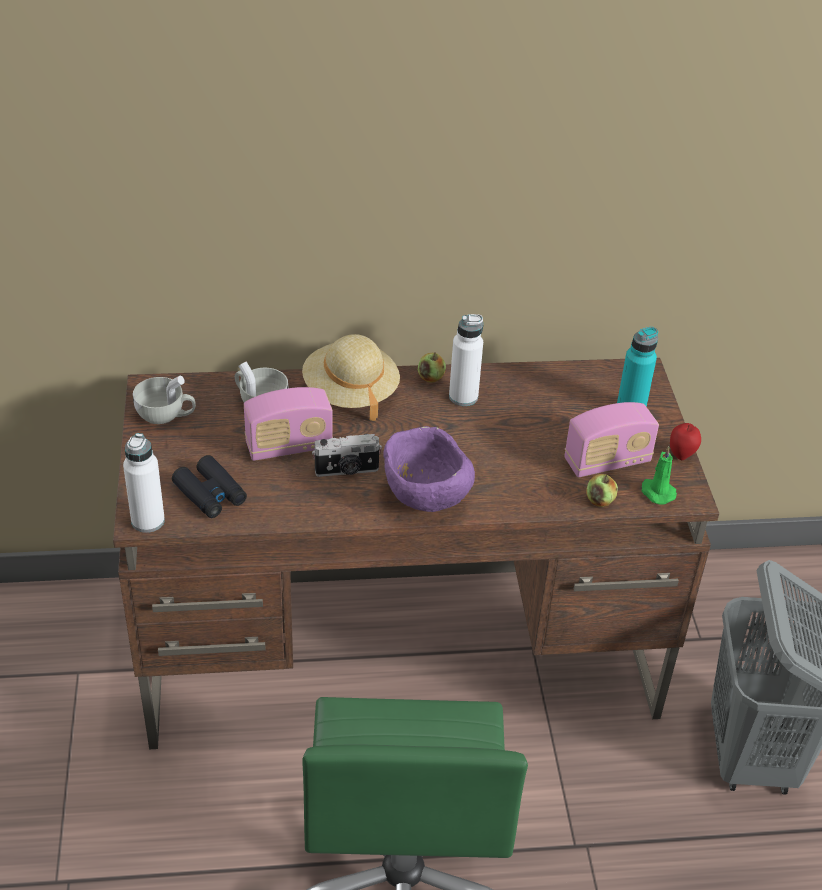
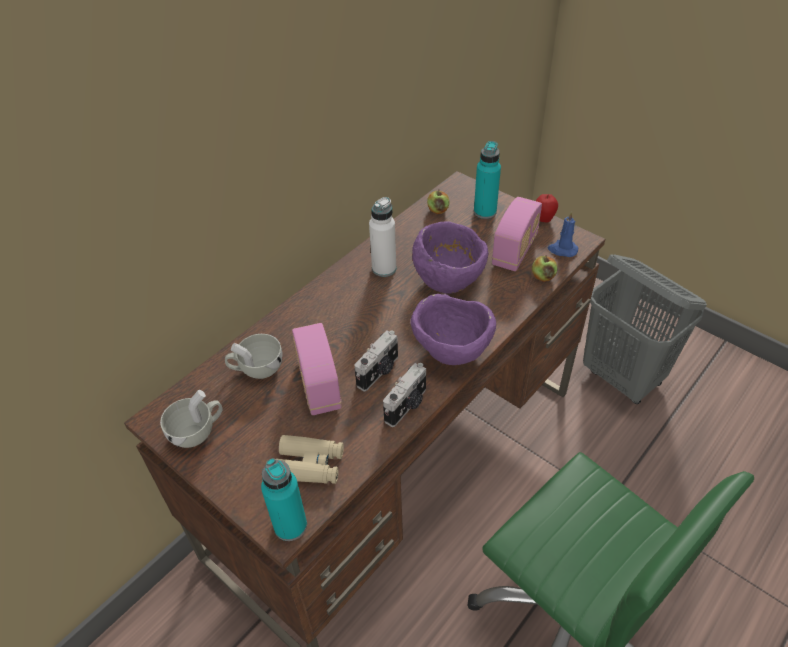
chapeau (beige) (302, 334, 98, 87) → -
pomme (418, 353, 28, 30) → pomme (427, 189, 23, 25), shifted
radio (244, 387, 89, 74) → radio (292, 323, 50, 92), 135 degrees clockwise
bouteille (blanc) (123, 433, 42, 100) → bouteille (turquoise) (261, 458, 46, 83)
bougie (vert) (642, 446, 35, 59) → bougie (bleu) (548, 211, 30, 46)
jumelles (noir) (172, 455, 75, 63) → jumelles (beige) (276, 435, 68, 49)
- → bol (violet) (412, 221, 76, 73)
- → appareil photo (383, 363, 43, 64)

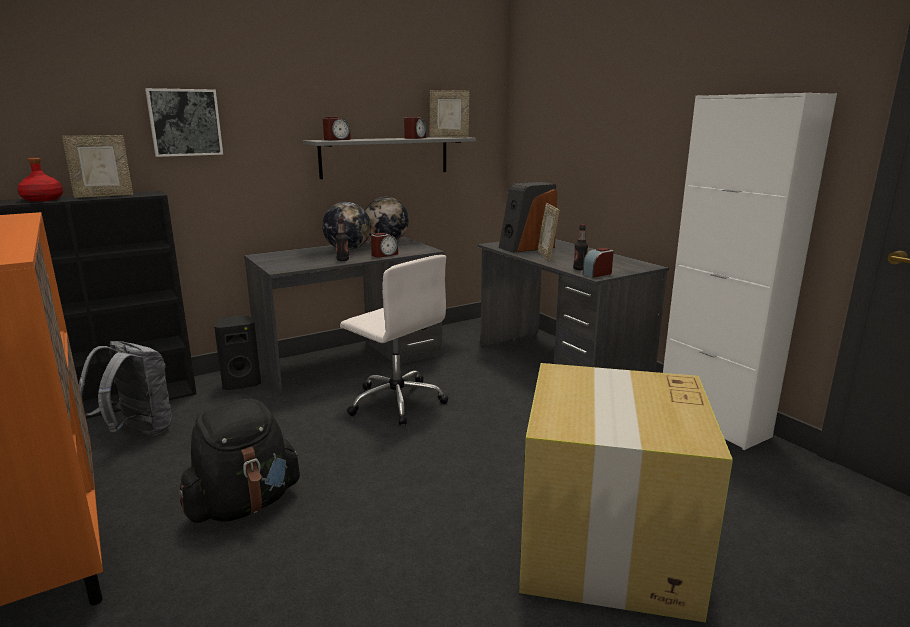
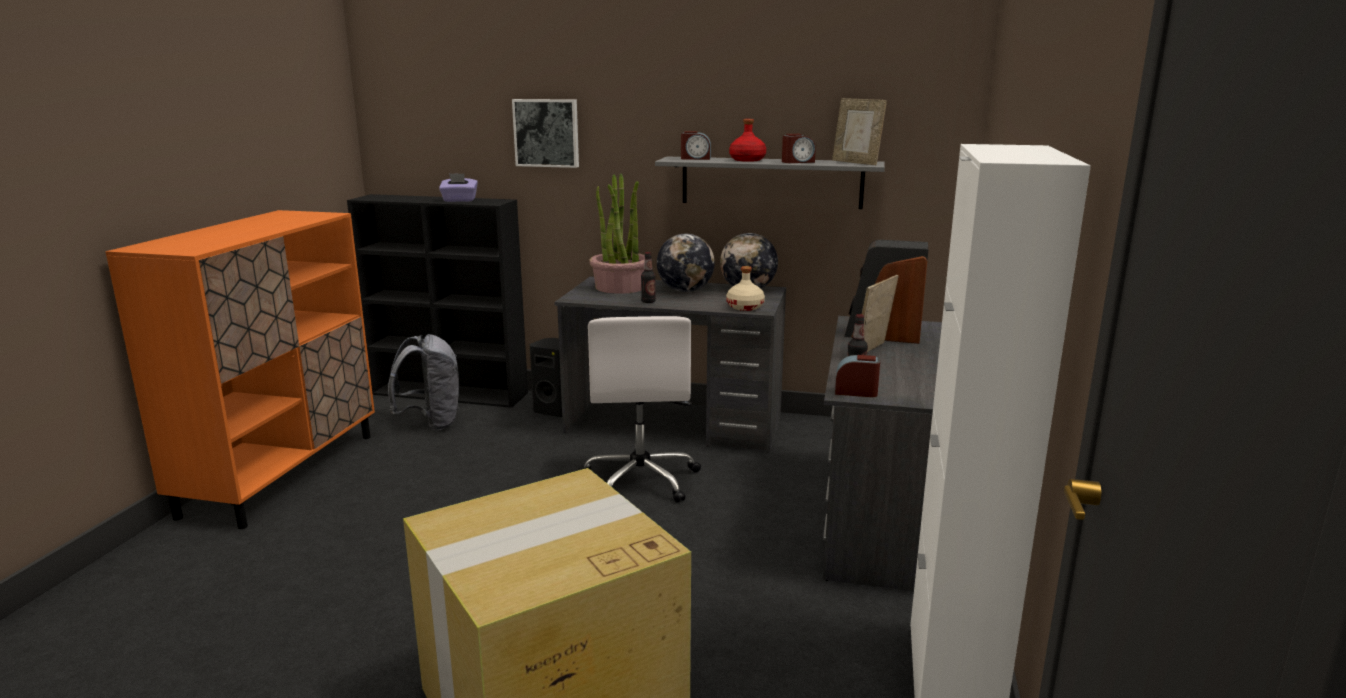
cadre photo (62, 135, 71, 63) → boîte à mouchoirs (violet) (439, 173, 39, 29)
bouteille (rouge) (17, 158, 46, 44) → bouteille (rouge) (729, 119, 37, 43), shifted
réveil (371, 233, 27, 25) → -
sac à dos (noir) (179, 399, 121, 124) → -
- → plante en pot (589, 174, 56, 120)
- → bouteille (beige) (726, 266, 39, 45)

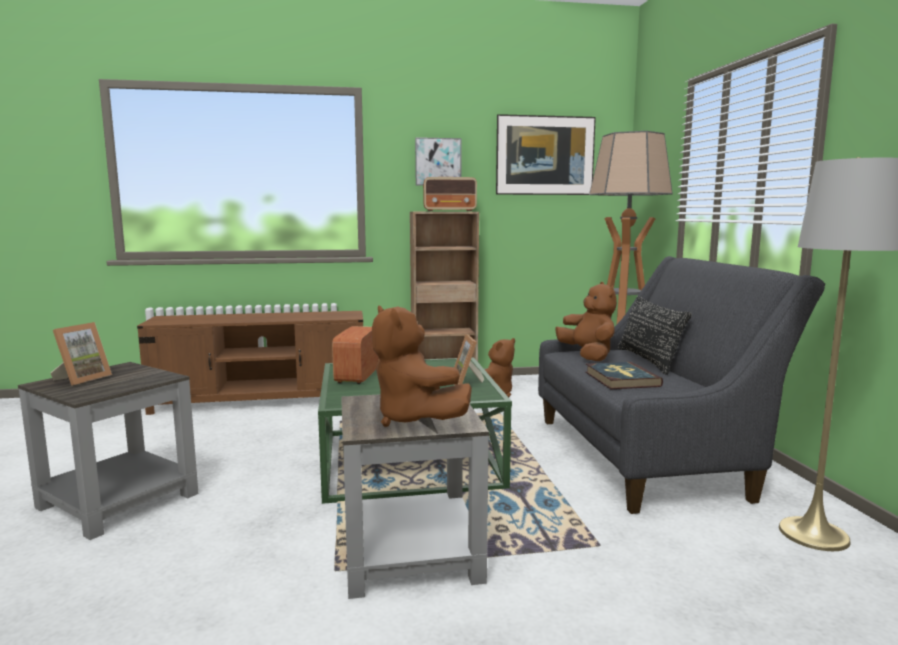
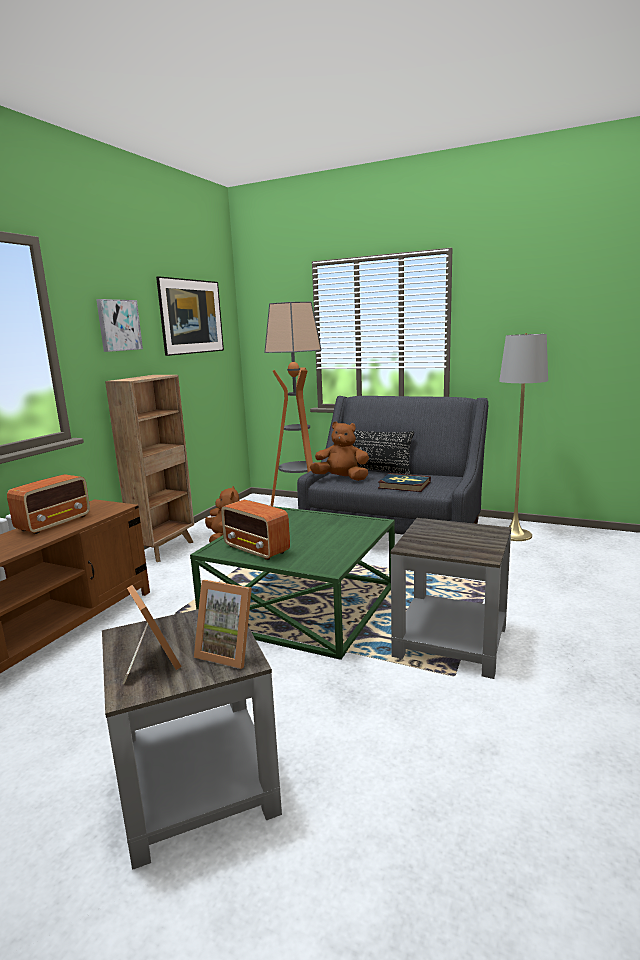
radio (423, 177, 54, 34) → radio (7, 474, 83, 60), shifted
peluche (marron) (371, 305, 101, 122) → -
cadre photo (454, 334, 30, 52) → cadre photo (194, 580, 58, 89), shifted

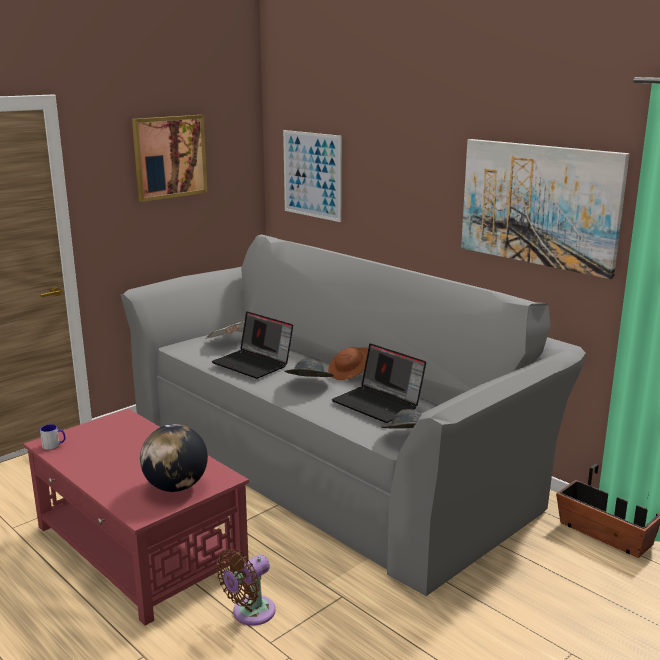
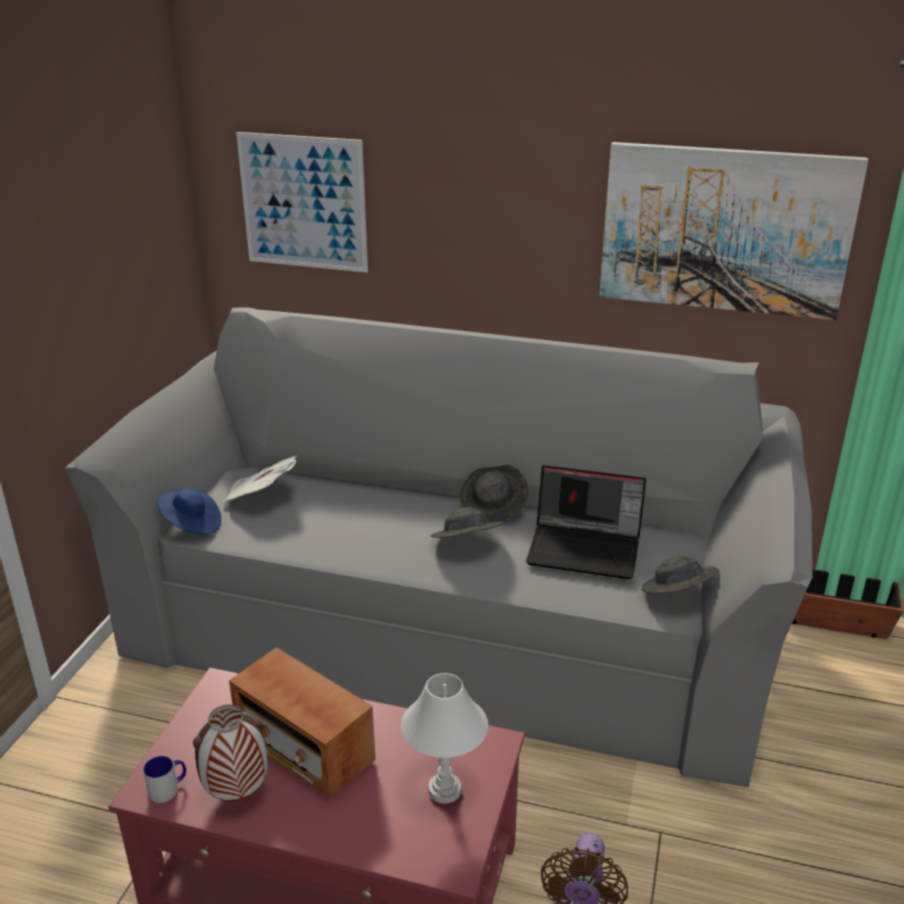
tableau (132, 115, 75, 87) → -
ordinateur portable (211, 311, 82, 68) → -
chapeau (marron) (328, 347, 40, 33) → chapeau (gris) (460, 465, 68, 57)
globe (140, 424, 68, 68) → lampe de table (blanc) (401, 673, 87, 131)
- → chapeau (bleu) (156, 488, 65, 47)
- → radio (229, 647, 147, 152)
- → vase (193, 704, 75, 97)

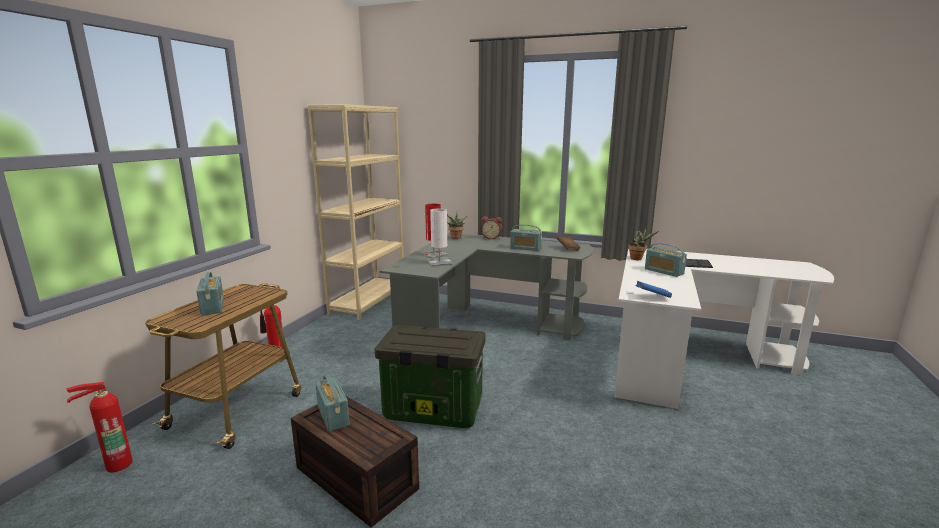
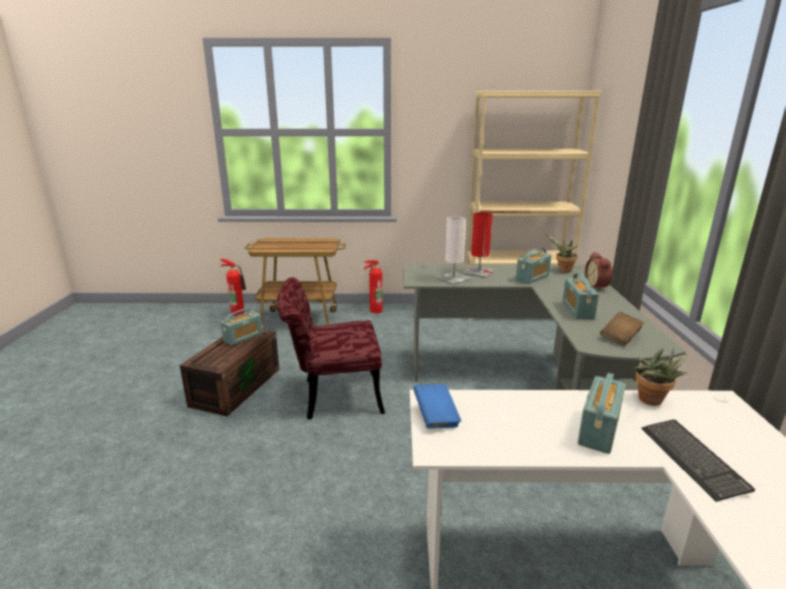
radio (196, 272, 28, 43) → radio (516, 247, 36, 37), shifted
boîte de rangement (374, 325, 112, 103) → chaise (rouge) (277, 277, 108, 142)

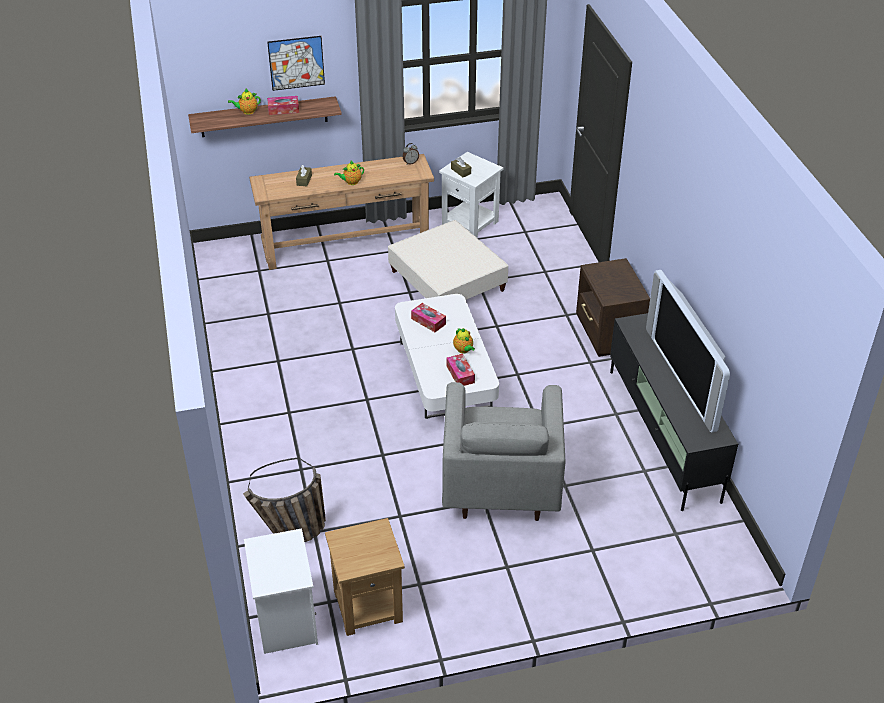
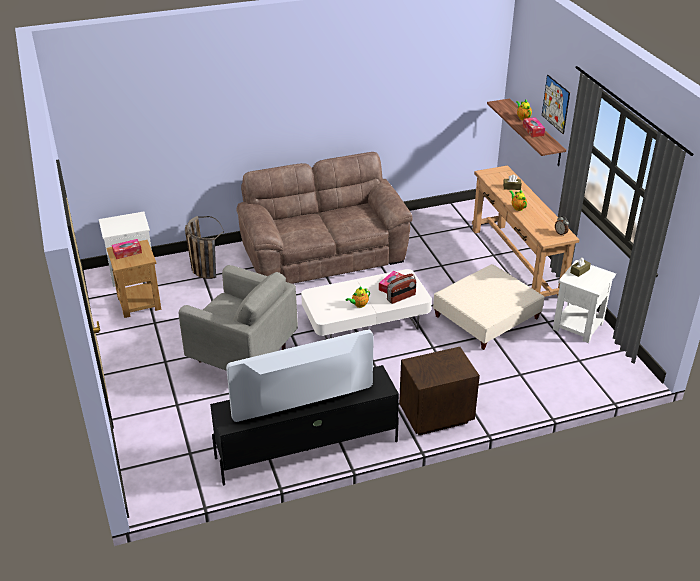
boîte à mouchoirs (446, 354, 29, 32) → boîte à mouchoirs (112, 239, 30, 20), shifted
fauteuil (gris) (442, 382, 123, 139) → fauteuil (gris) (179, 265, 119, 106), 150 degrees counterclockwise
- → canapé (marron) (236, 152, 177, 132)
- → radio (387, 273, 29, 31)

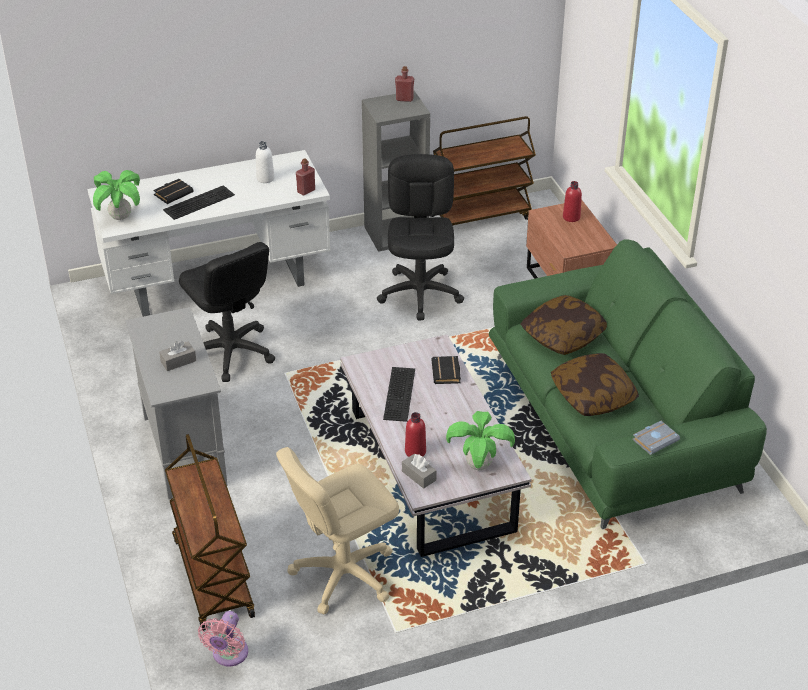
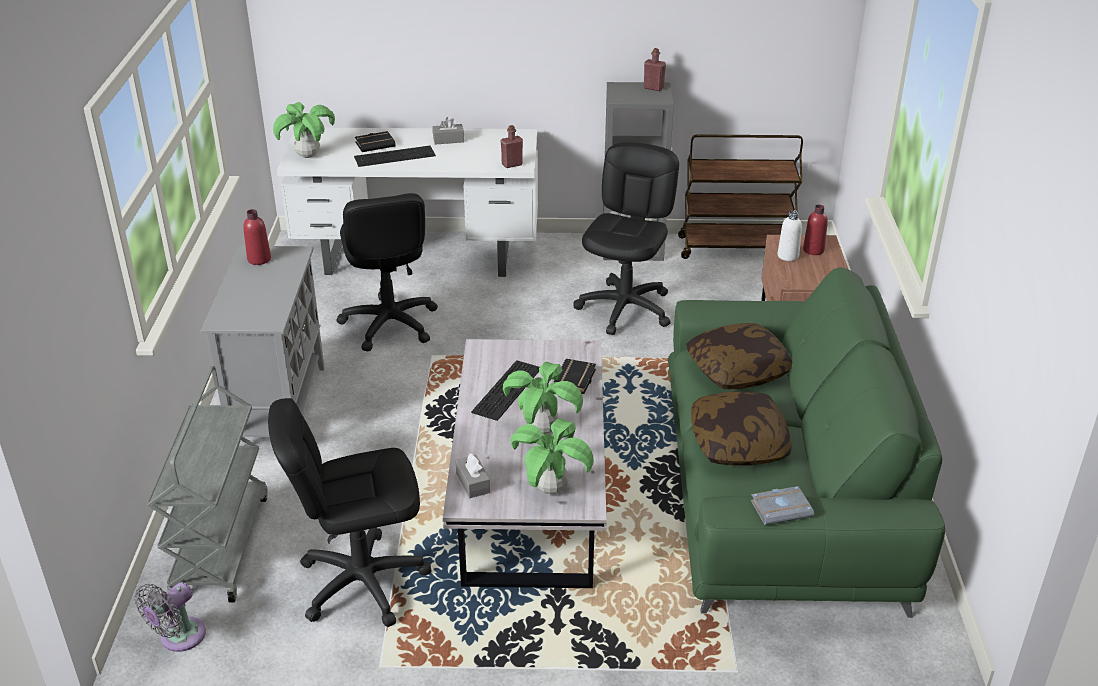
bouteille (blanc) (256, 141, 18, 42) → bouteille (blanc) (778, 210, 24, 51), shifted
boîte à mouchoirs (gris) (159, 341, 37, 30) → boîte à mouchoirs (gris) (433, 117, 31, 28), shifted
bouteille (rouge) (405, 412, 21, 45) → bouteille (rouge) (243, 209, 28, 56), shifted
chariot (marron) (165, 434, 90, 197) → chariot (gris) (147, 366, 121, 237)
chaise de bureau (beige) (276, 447, 123, 168) → chaise de bureau (noir) (268, 398, 164, 229)
ventilateur (rose) (198, 611, 50, 56) → ventilateur (gris) (135, 582, 71, 70)
- → plante en pot (503, 362, 80, 72)

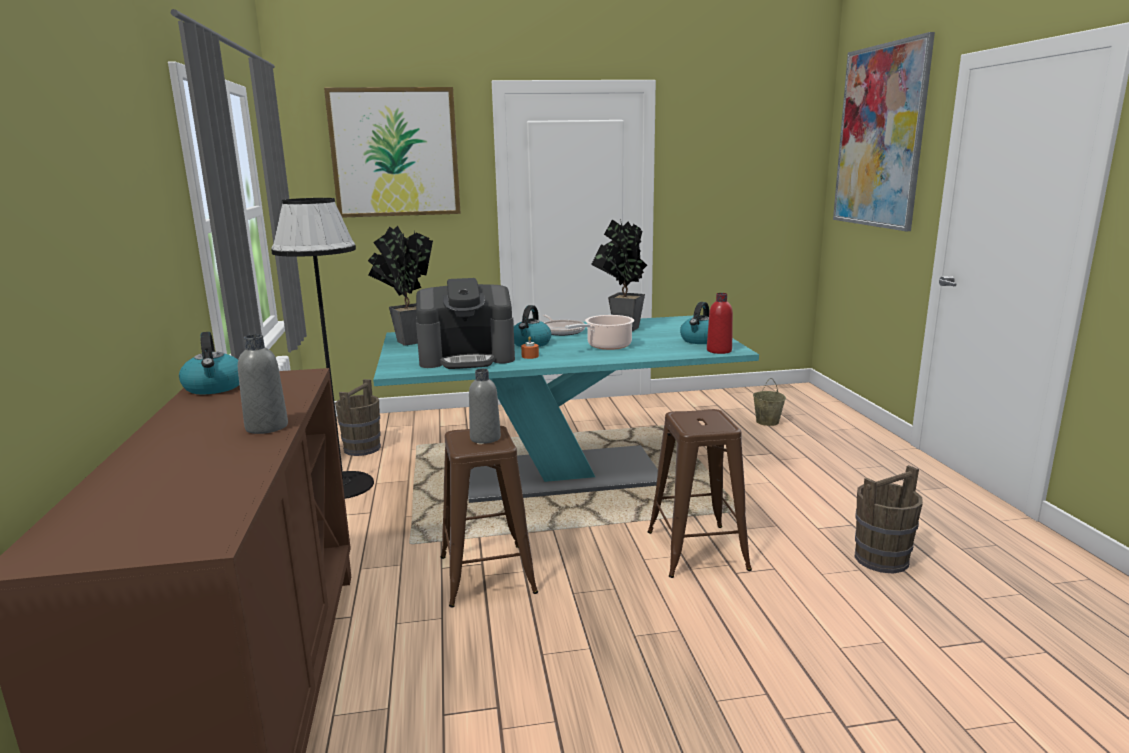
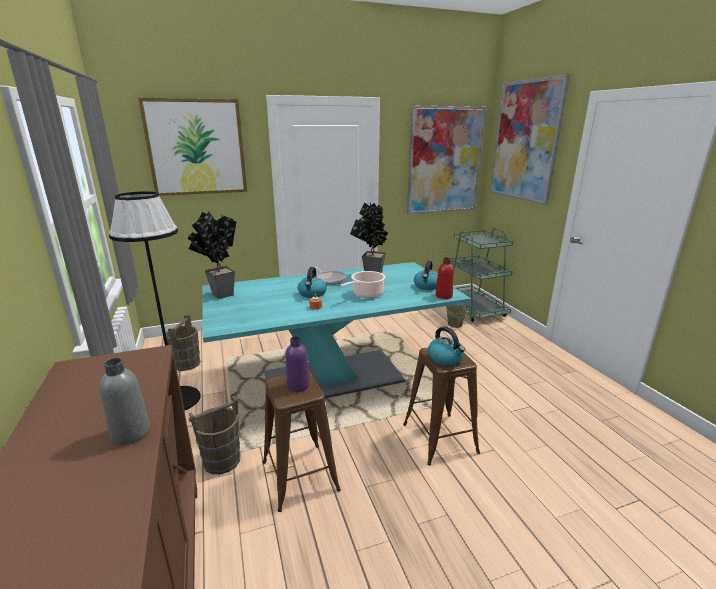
machine à café (416, 278, 99, 91) → -
bouilloire (179, 332, 60, 62) → bouilloire (428, 326, 37, 40), shifted
bouteille (gris) (469, 369, 32, 75) → bouteille (violet) (286, 336, 24, 56)
seau (marron) (855, 465, 68, 108) → seau (marron) (189, 396, 51, 78), shifted
- → tableau (407, 106, 78, 108)
- → chariot (vert) (451, 228, 62, 94)

